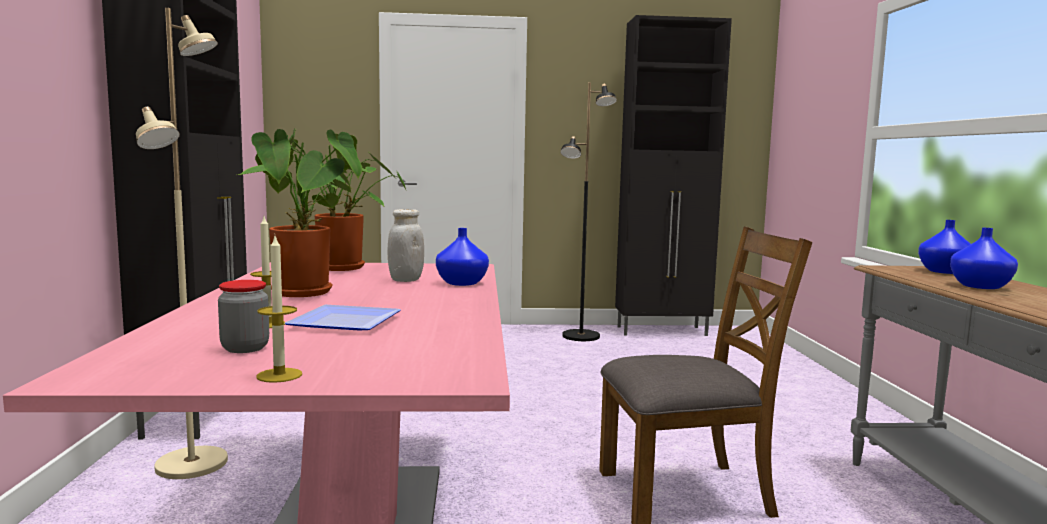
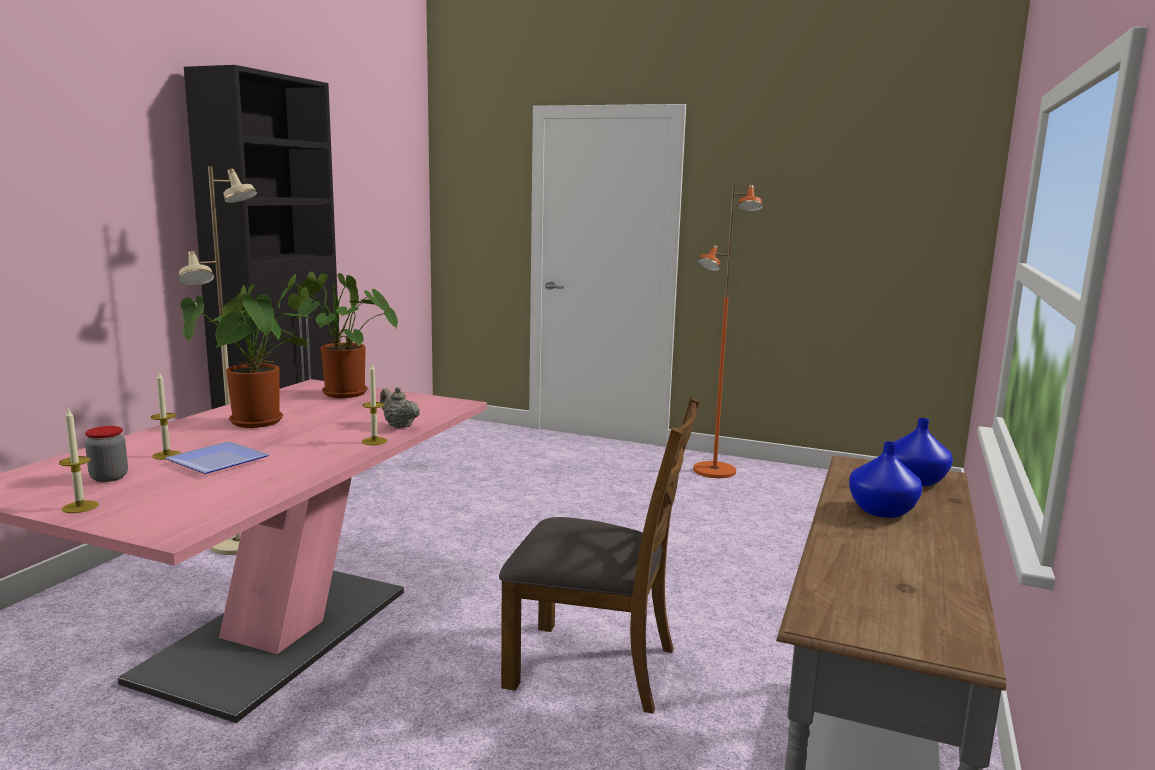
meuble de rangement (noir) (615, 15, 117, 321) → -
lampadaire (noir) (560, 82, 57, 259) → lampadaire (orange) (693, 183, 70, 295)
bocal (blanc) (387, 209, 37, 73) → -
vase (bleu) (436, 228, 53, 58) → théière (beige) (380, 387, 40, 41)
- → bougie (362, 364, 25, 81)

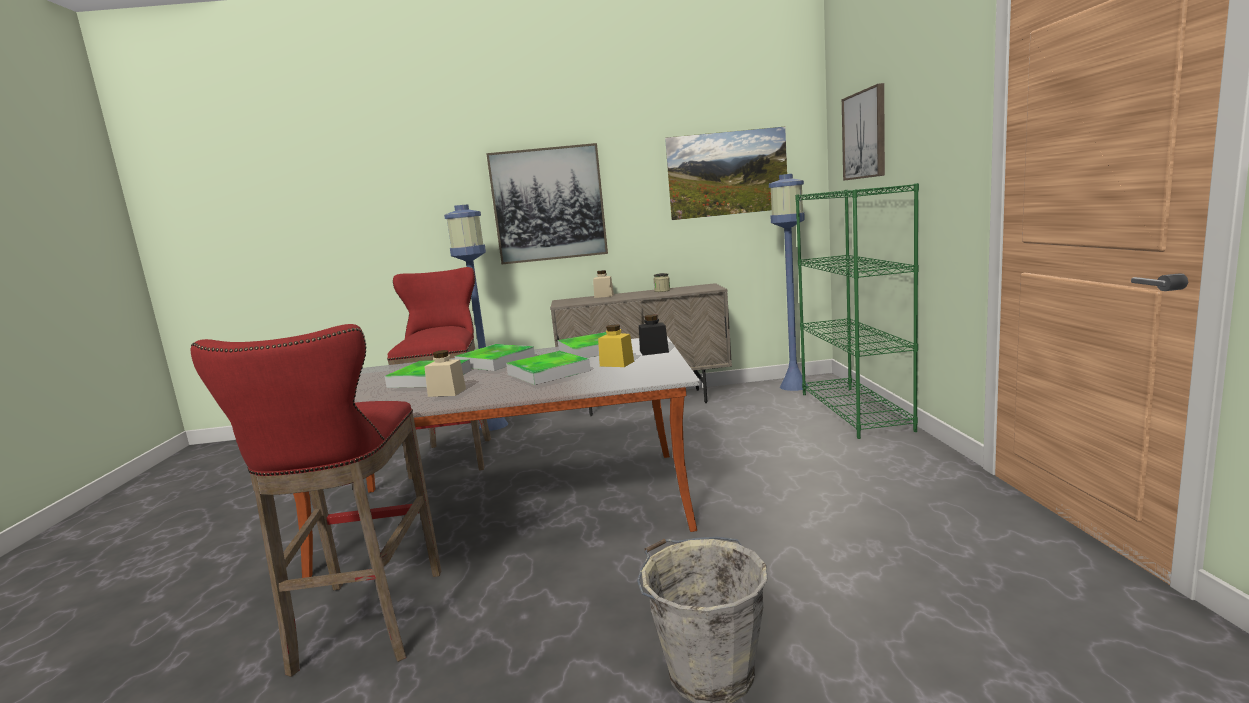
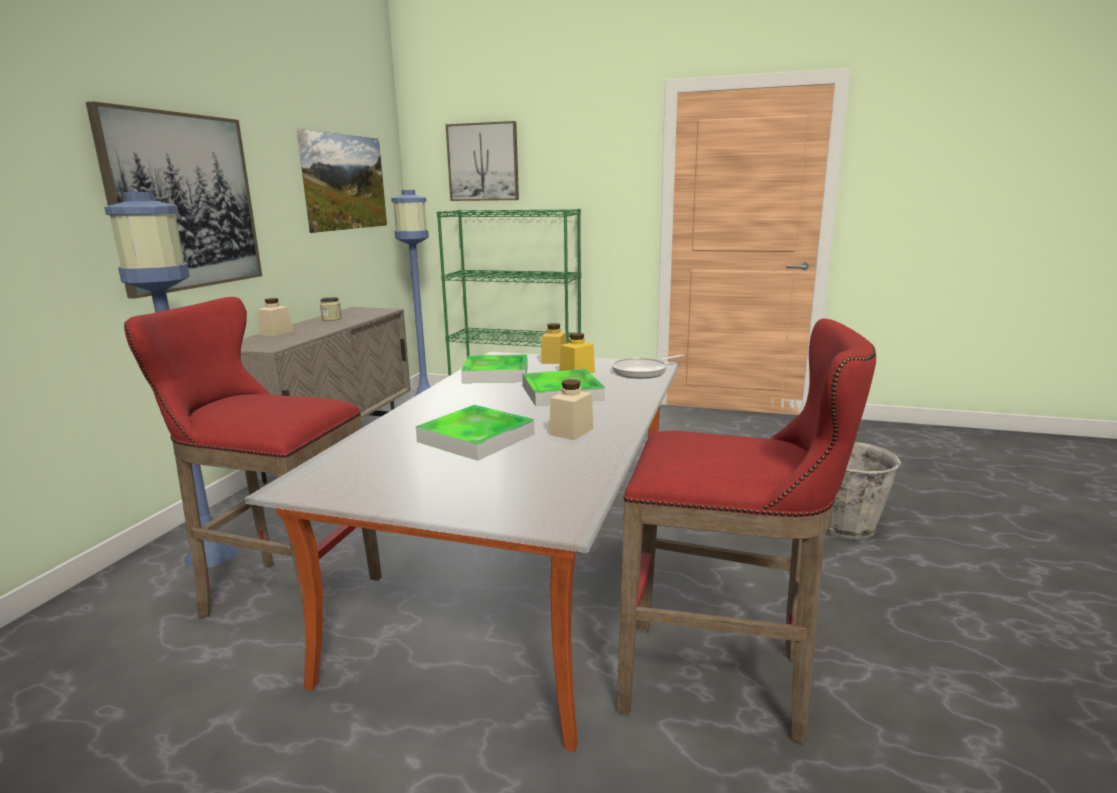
bocal (noir) (639, 314, 30, 41) → bocal (jaune) (541, 323, 26, 41)
plateau (455, 344, 80, 27) → -
- → poêle (612, 355, 72, 23)

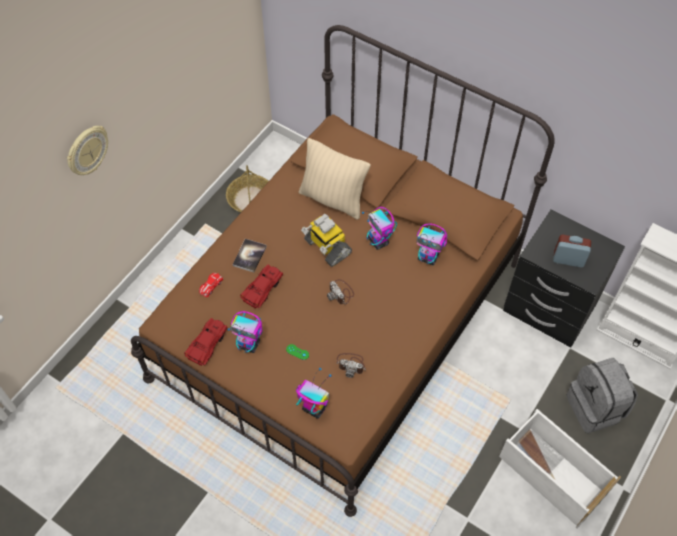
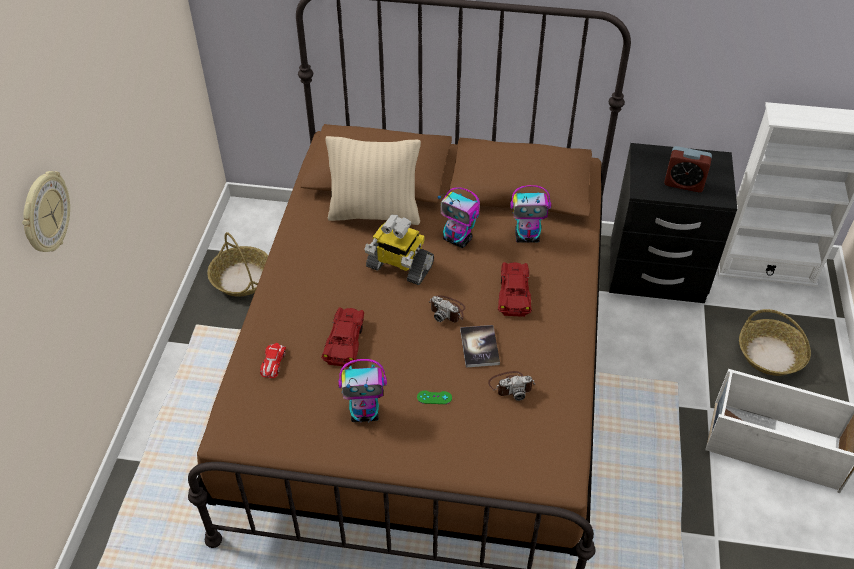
réveil (553, 235, 38, 32) → réveil (664, 146, 48, 46), 150 degrees counterclockwise
livre (232, 239, 35, 33) → livre (460, 325, 40, 43), shifted
petite voiture (rouge) (184, 318, 43, 48) → petite voiture (rouge) (498, 262, 34, 55), shifted
sac à dos (gris) (566, 358, 72, 75) → panier (739, 309, 72, 67)
robot jouet (296, 368, 36, 51) → -

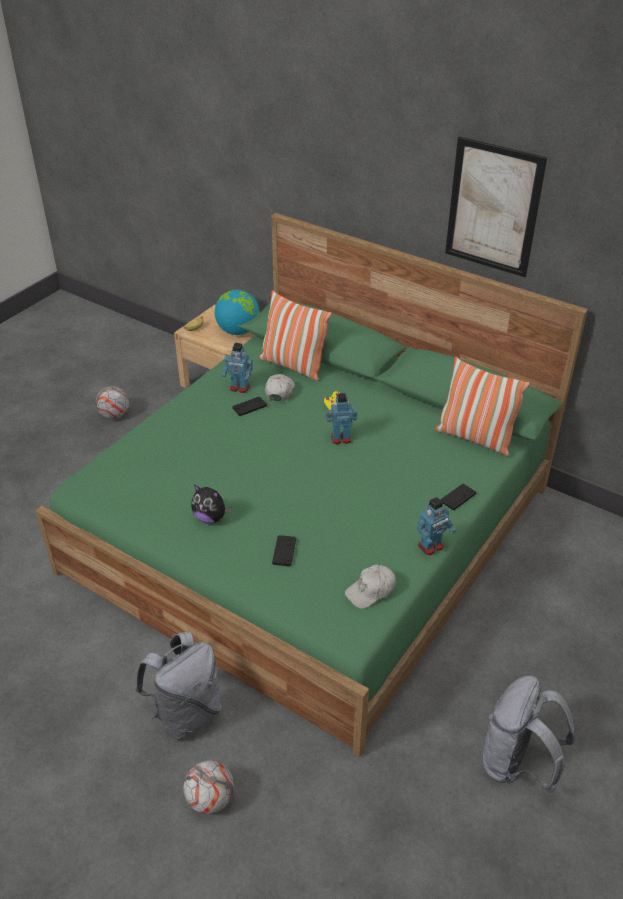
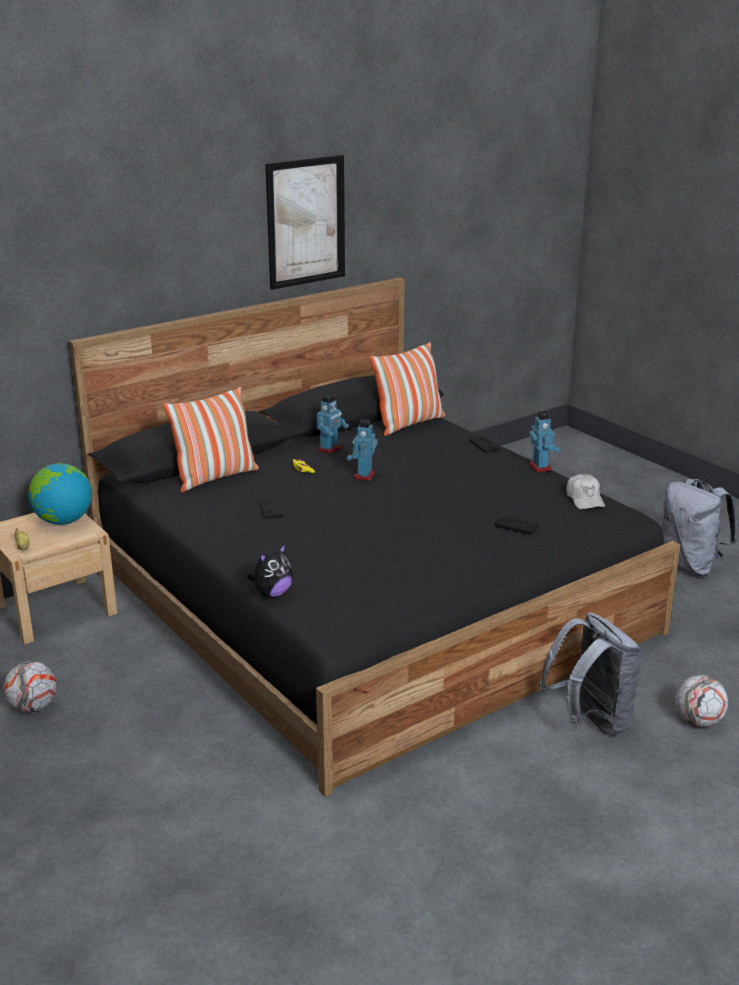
lit (vert) (36, 213, 552, 545) → lit (noir) (69, 277, 611, 520)
robot jouet (222, 343, 31, 50) → robot jouet (316, 394, 33, 60), shifted
casquette (blanc) (265, 374, 30, 27) → -
peluche (191, 485, 40, 39) → peluche (247, 544, 46, 54), shifted

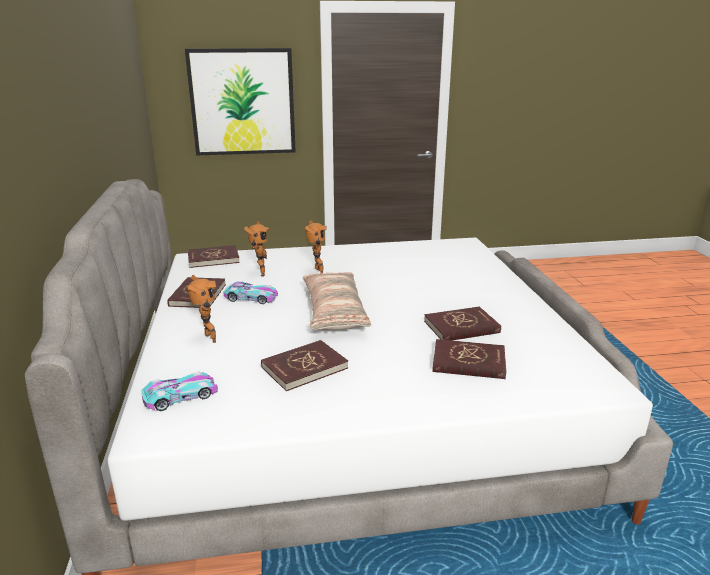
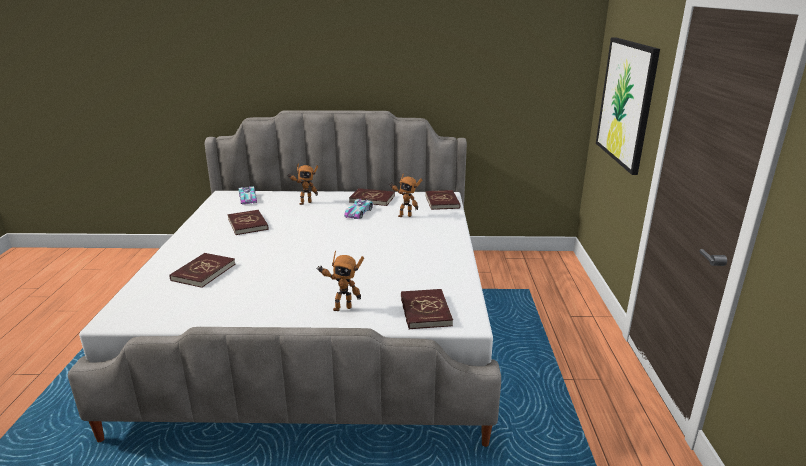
robot jouet (305, 220, 22, 53) → robot jouet (316, 251, 48, 60), shifted
coussin (303, 272, 68, 58) → -
livre (rouge) (424, 307, 77, 33) → livre (rouge) (401, 289, 52, 40), shifted

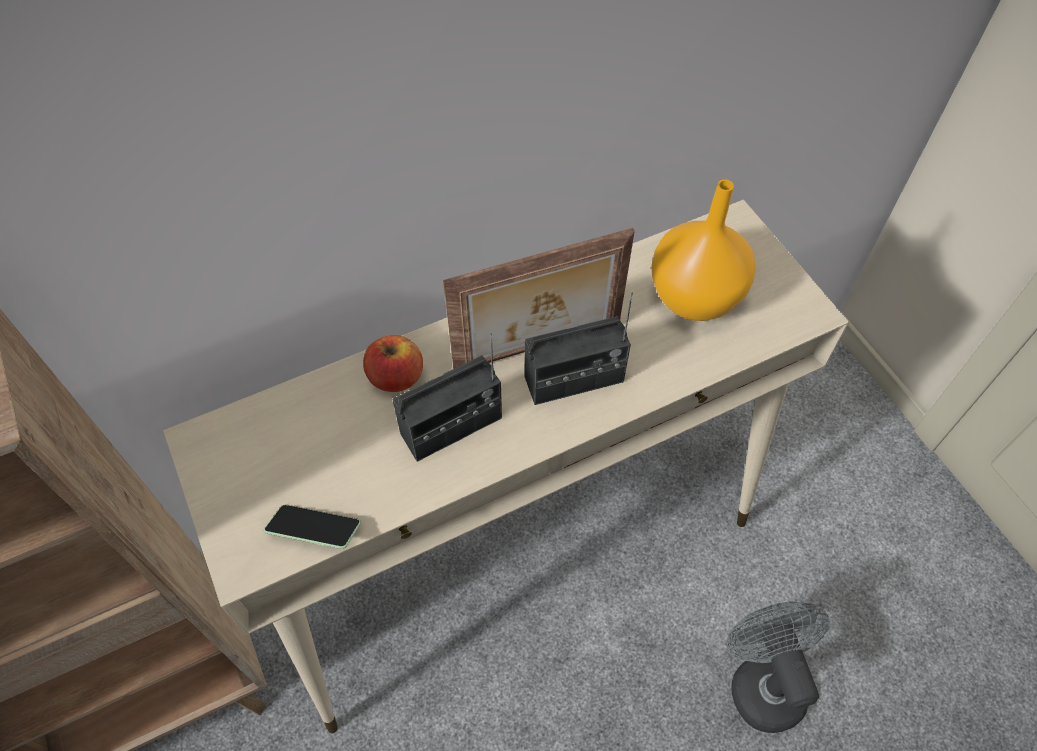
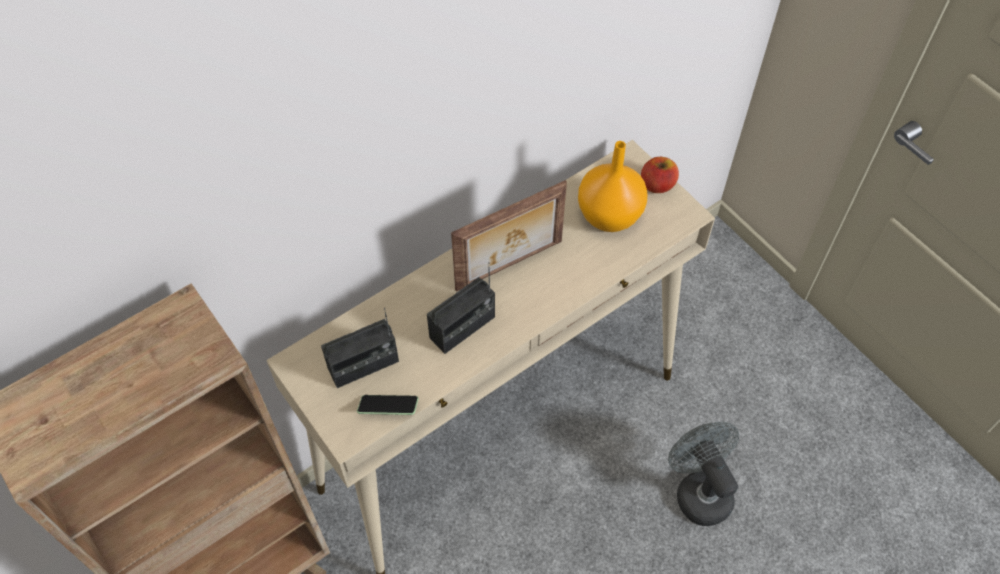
radio (524, 292, 109, 113) → radio (321, 308, 78, 80), shifted
pomme (363, 335, 60, 57) → pomme (641, 157, 38, 36), shifted

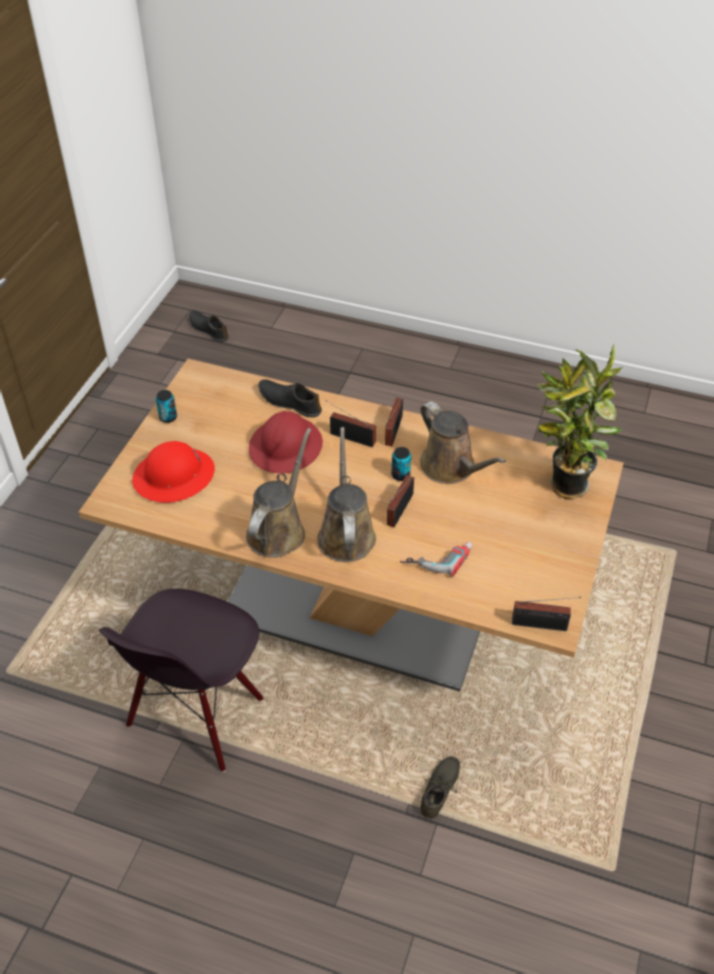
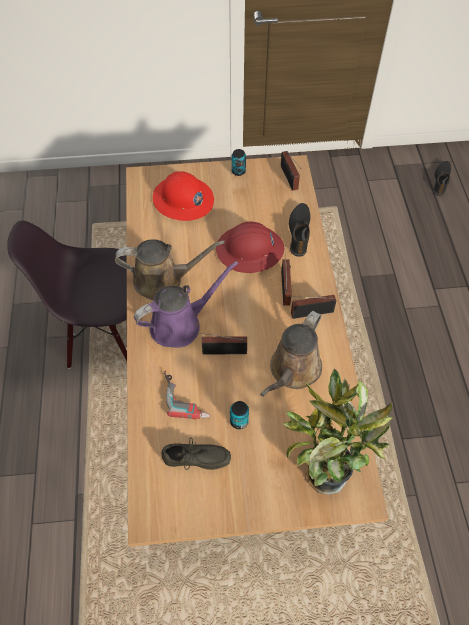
arrosoir (marron) (317, 427, 59, 135) → arrosoir (violet) (134, 261, 105, 87)
boîte métallique (391, 447, 20, 34) → boîte métallique (230, 401, 19, 28), shifted
radio (512, 597, 69, 34) → radio (281, 151, 20, 40), shifted
chaussure (gris) (421, 756, 39, 63) → chaussure (gris) (161, 438, 70, 32), shifted

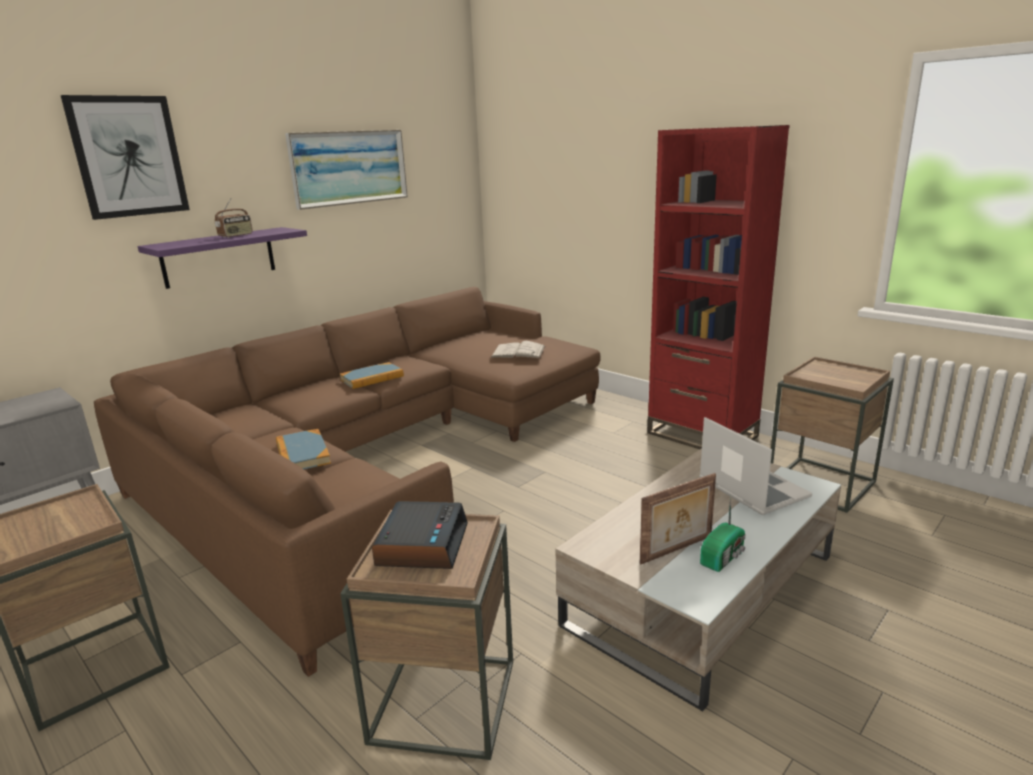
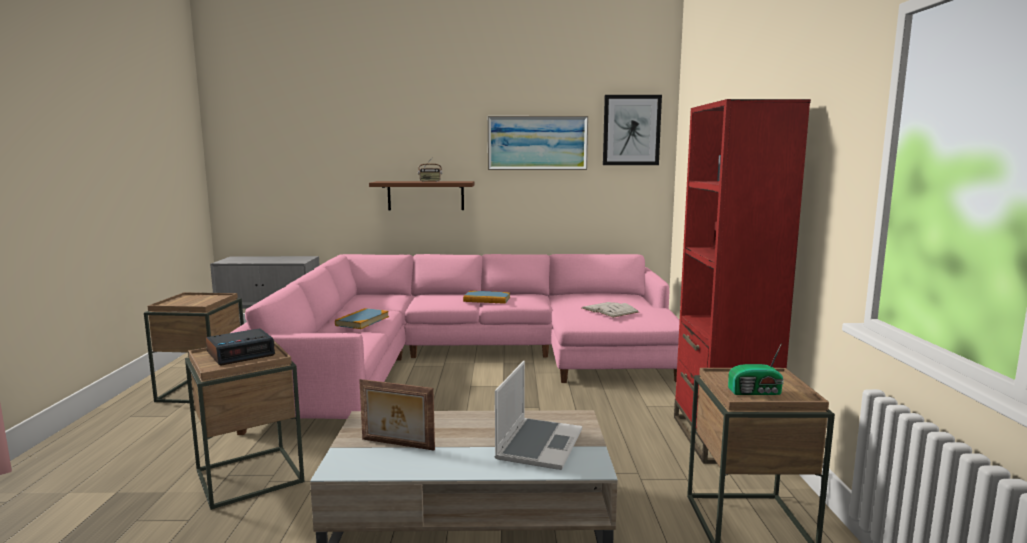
tableau (61, 95, 129, 125) → tableau (603, 95, 59, 70), shifted
étagère (violet) (138, 227, 169, 62) → étagère (marron) (369, 181, 106, 29)
canapé (marron) (94, 287, 506, 390) → canapé (rose) (231, 254, 449, 181)
radio (700, 495, 46, 77) → radio (728, 343, 56, 52), shifted

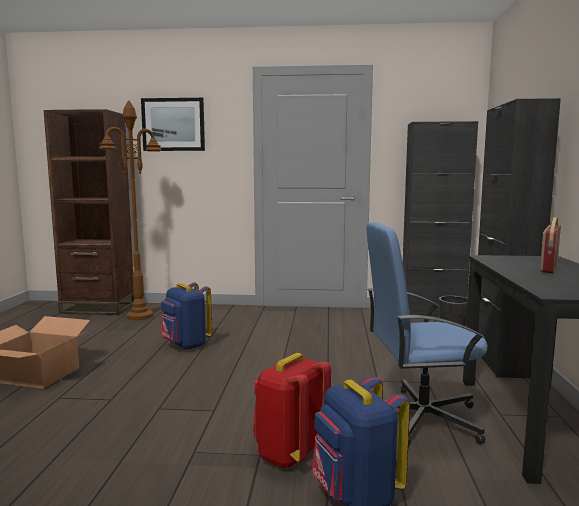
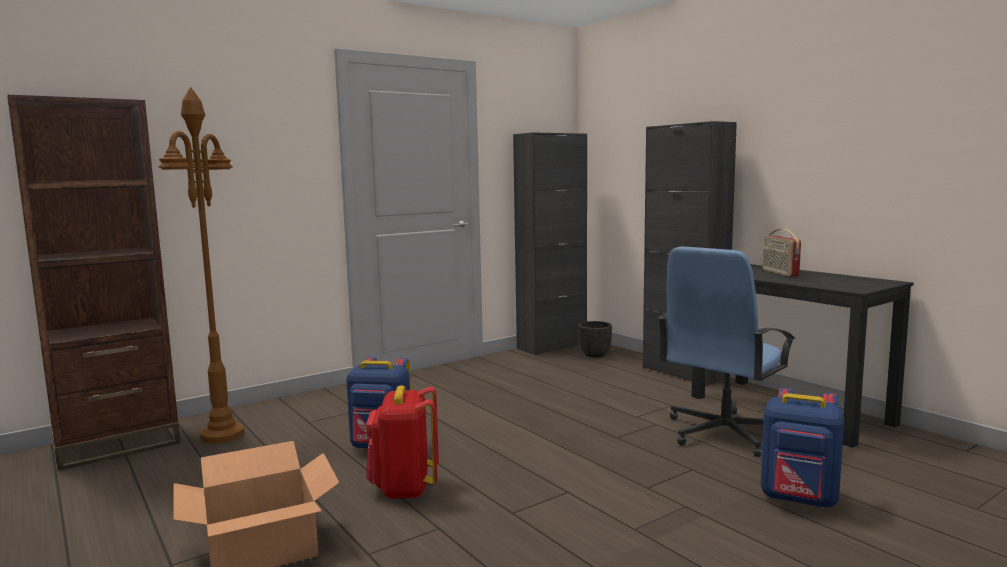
tableau (141, 98, 64, 53) → -
sac à dos (rouge) (253, 353, 78, 115) → sac à dos (rouge) (366, 385, 73, 114), shifted

